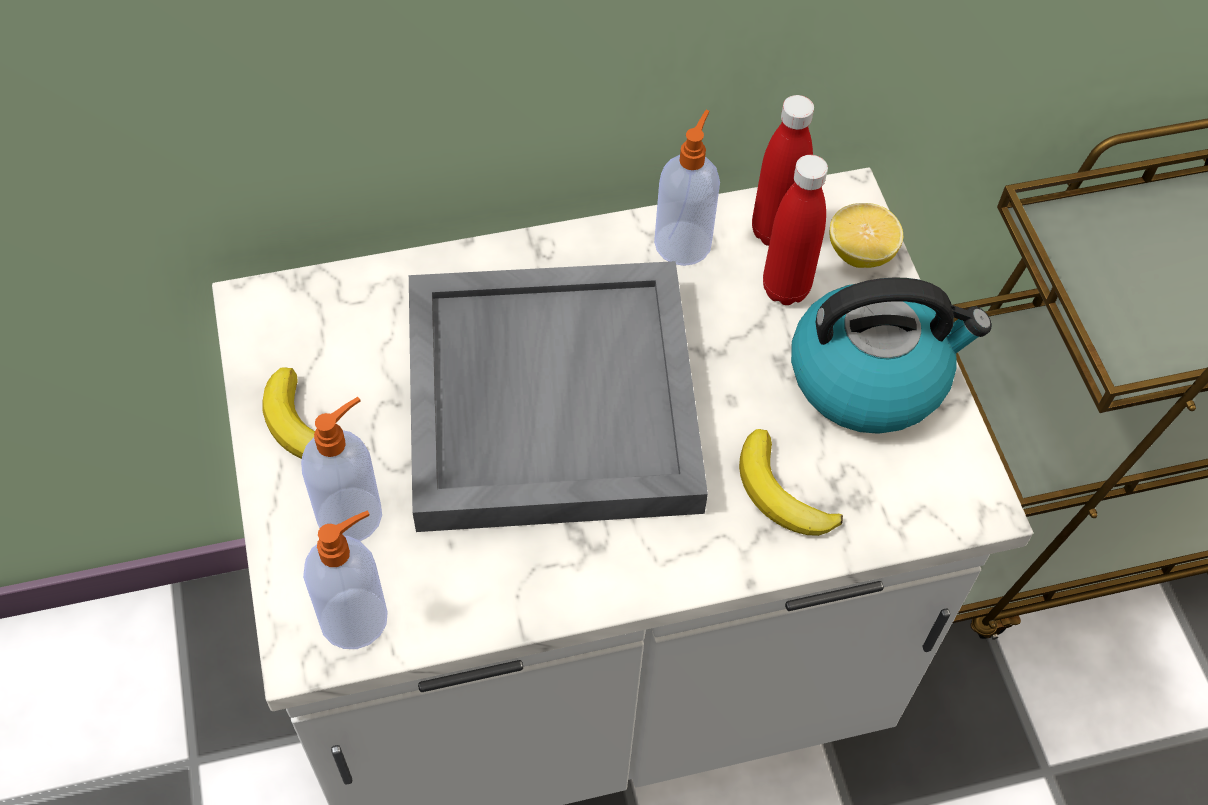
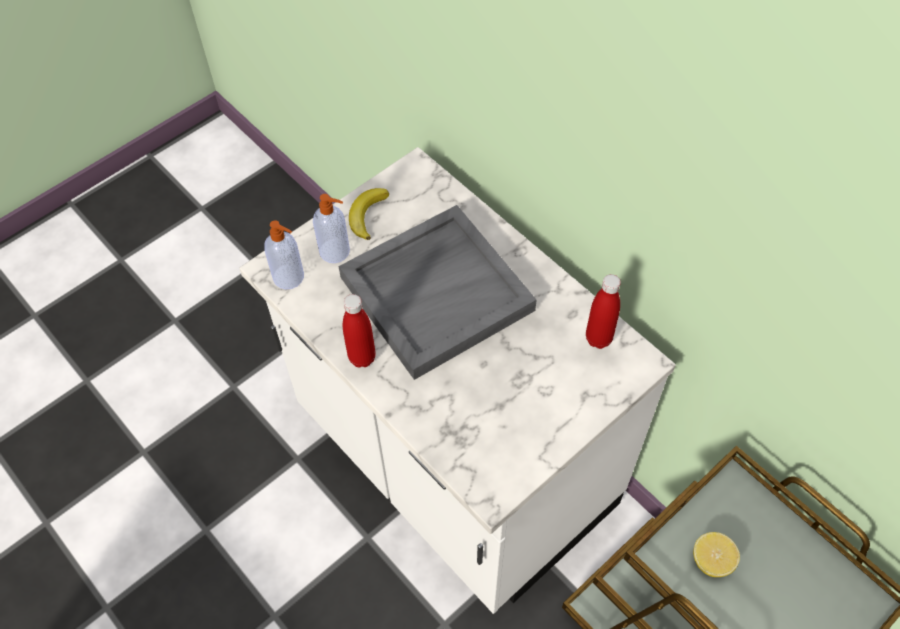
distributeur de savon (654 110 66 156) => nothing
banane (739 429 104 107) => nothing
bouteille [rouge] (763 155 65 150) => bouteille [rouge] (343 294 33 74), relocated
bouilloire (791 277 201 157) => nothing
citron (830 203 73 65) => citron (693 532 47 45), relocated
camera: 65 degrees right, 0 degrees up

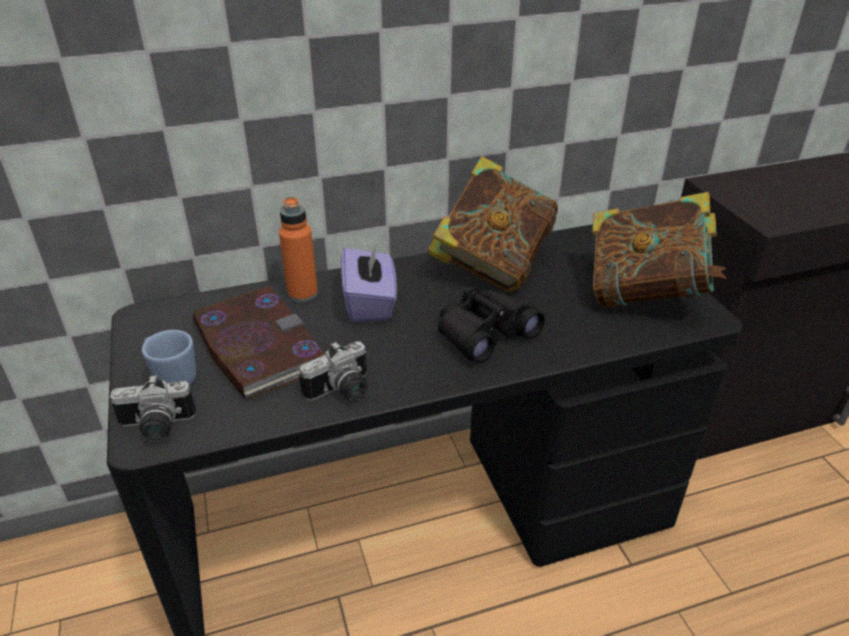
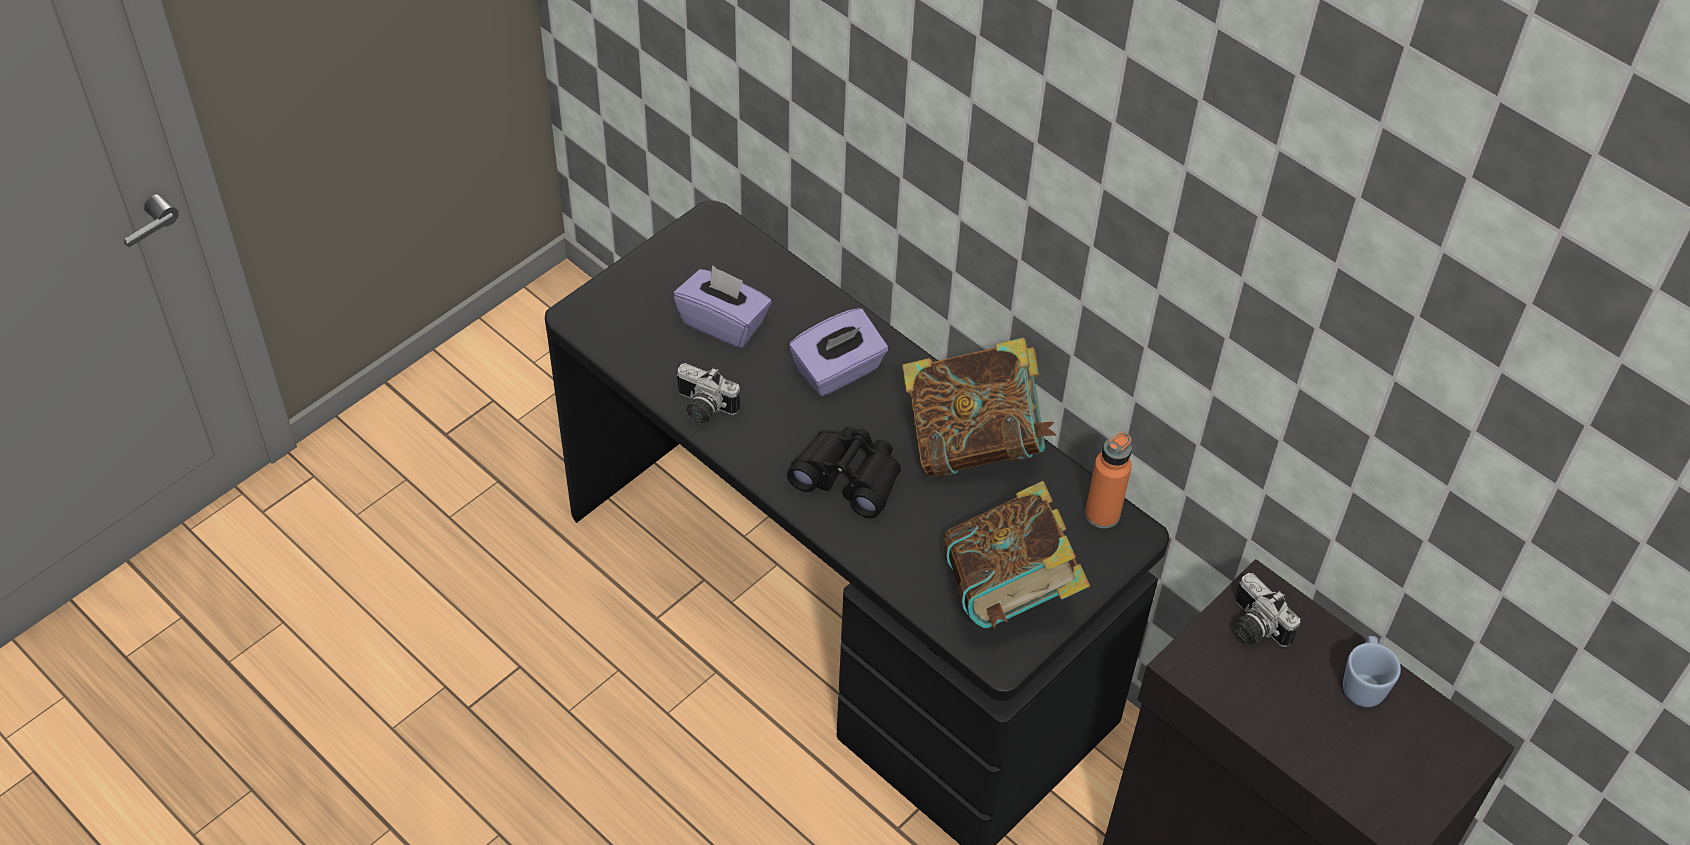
appareil photo (110 375 86 67) => appareil photo (1234 573 66 74), relocated
mug [bleu] (142 330 54 55) => mug [bleu] (1343 636 58 71), relocated
livre (193 286 132 114) => boîte à mouchoirs [violet] (673 265 98 83)
bouteille [orange] (279 197 39 105) => bouteille [orange] (1085 432 47 97), relocated
camera: 60 degrees right, 15 degrees up

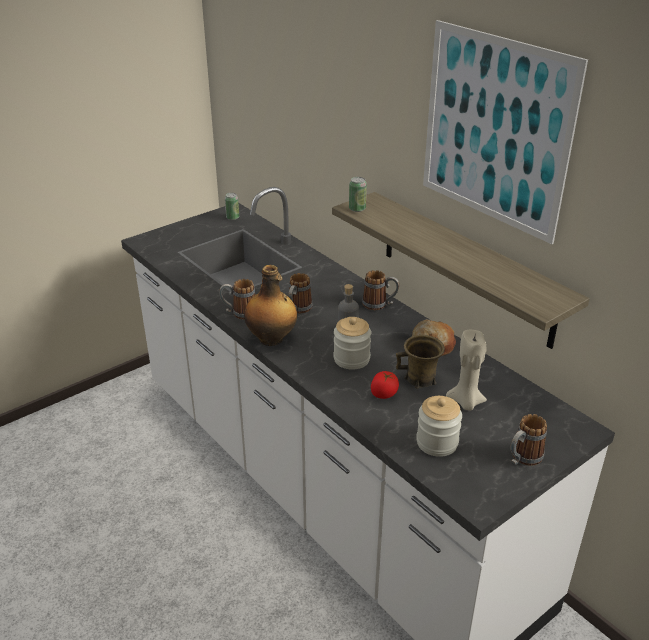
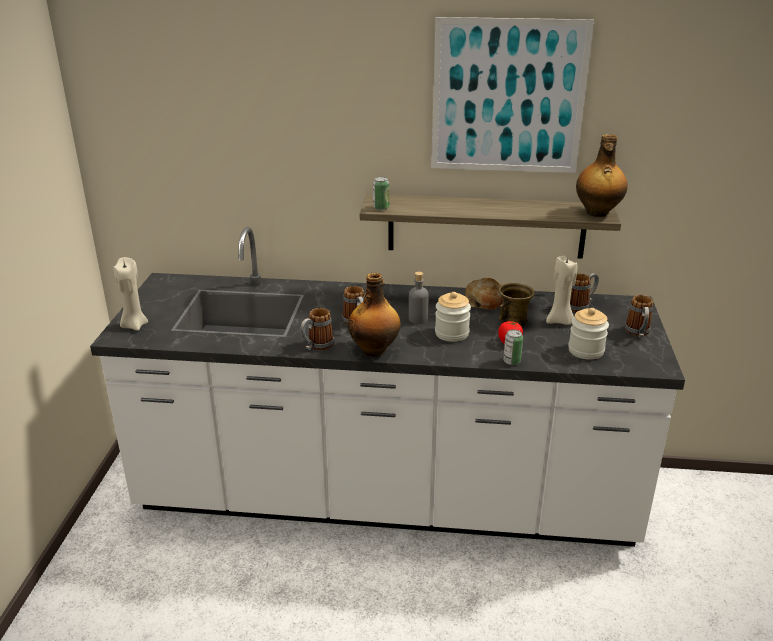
boîte métallique (225 193 14 27) => boîte métallique (503 329 20 36), relocated
mug (362 270 37 40) => mug (570 273 29 39), relocated
nothing => bougie [beige] (114 257 34 74)
nothing => bouteille (576 134 51 83)
camera: 45 degrees left, 5 degrees down

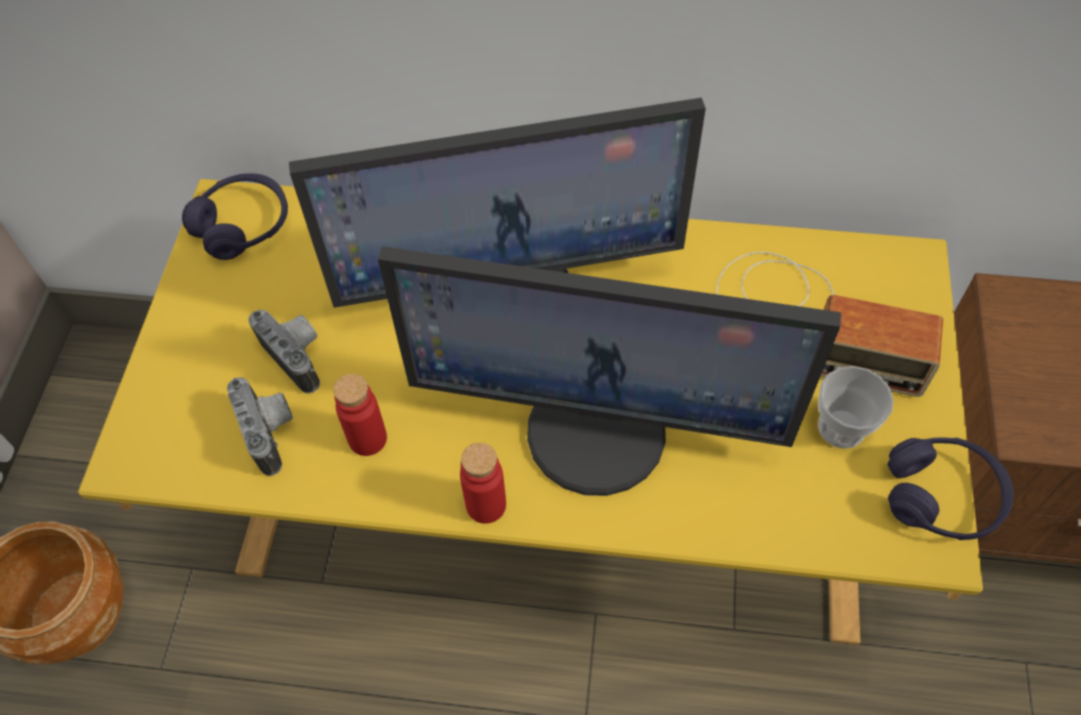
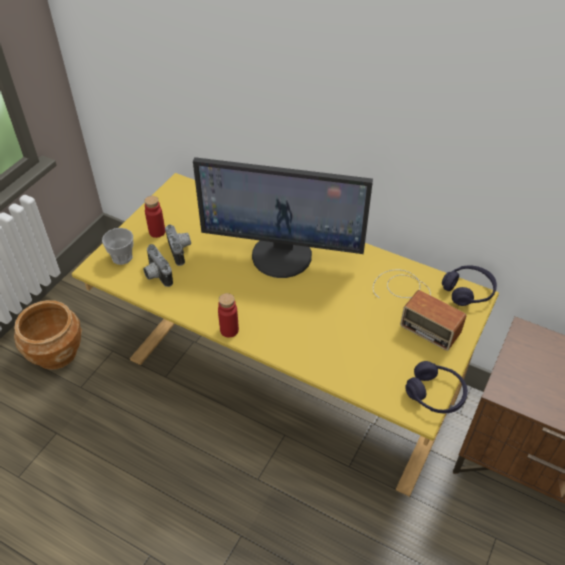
casque audio [violet] (182 173 106 87) => casque audio [violet] (442 266 55 40), relocated
appareil photo (227 377 66 99) => appareil photo (143 244 30 43), 150 degrees clockwise
bouteille [rouge] (333 374 54 82) => bouteille [rouge] (144 196 21 42), relocated
écran d'ordinateur (378 246 463 250) => nothing
tasse (818 366 76 83) => tasse (102 228 31 37), relocated
camera: 20 degrees right, 10 degrees down

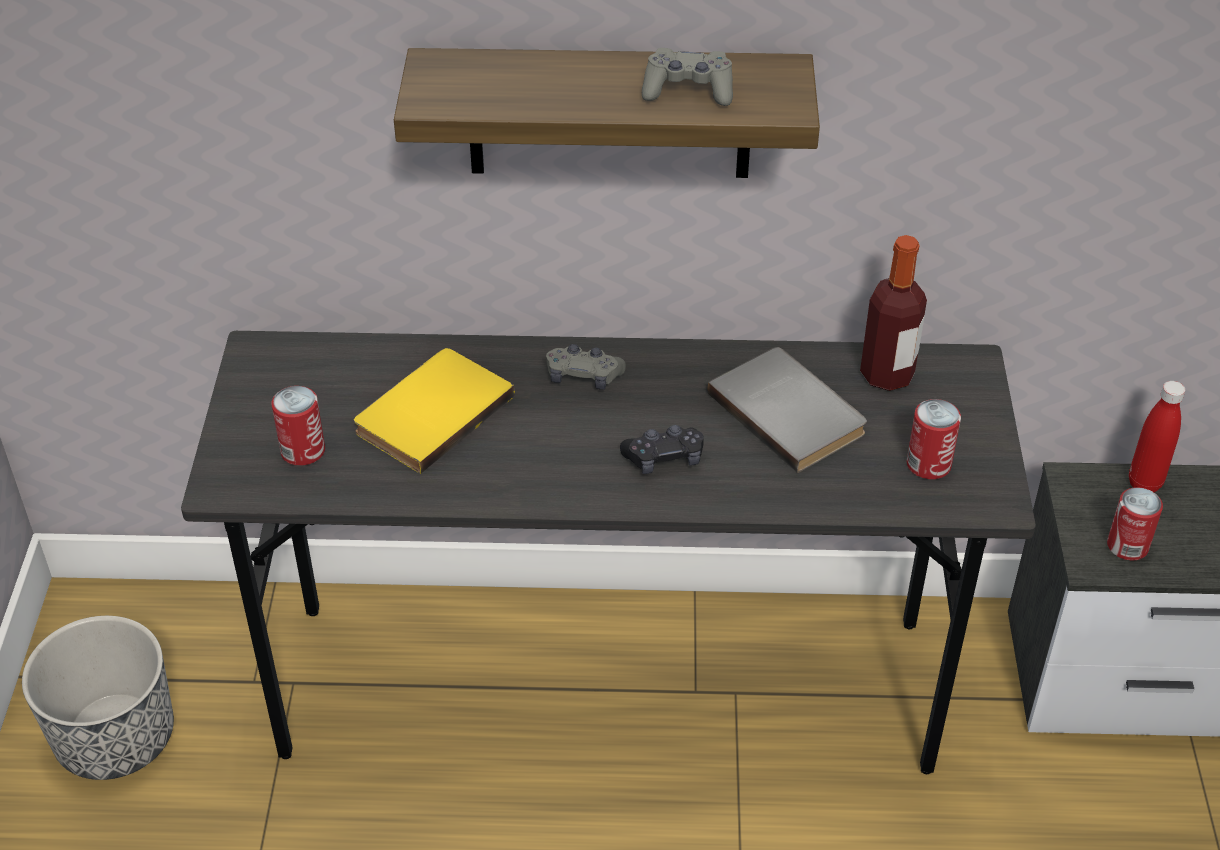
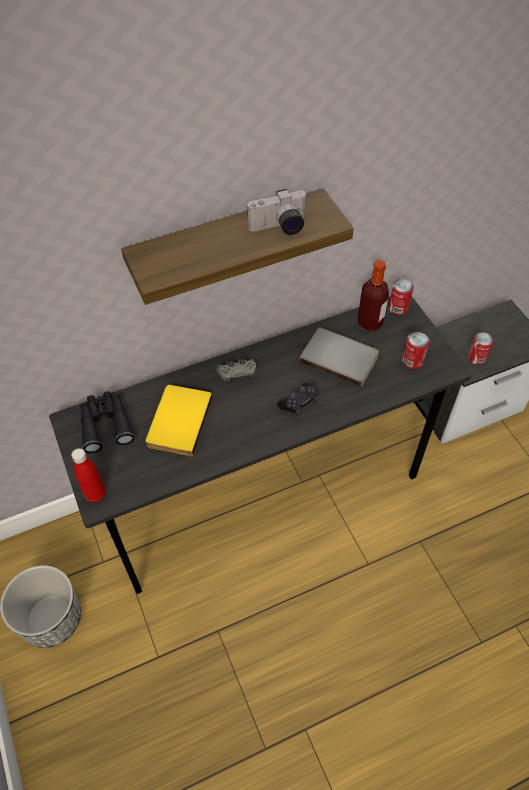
boîte métallique (271 386 54 80) => boîte métallique (389 279 25 36), relocated
manette [gris] (642 48 91 58) => appareil photo (247 189 60 46)
bouteille [rouge] (1129 381 56 111) => bouteille [rouge] (71 448 34 55), relocated
nothing => jumelles [noir] (80 391 54 63)
camera: 25 degrees left, 10 degrees up

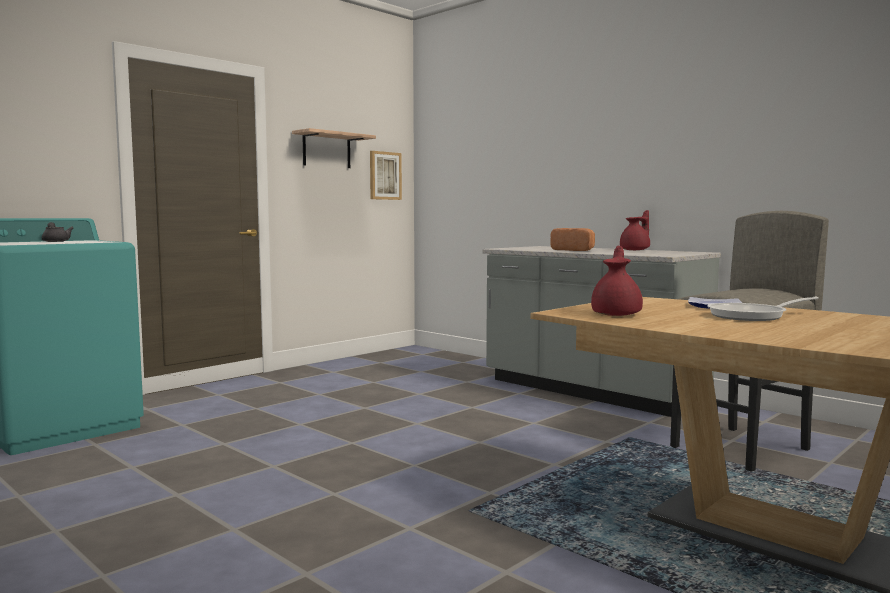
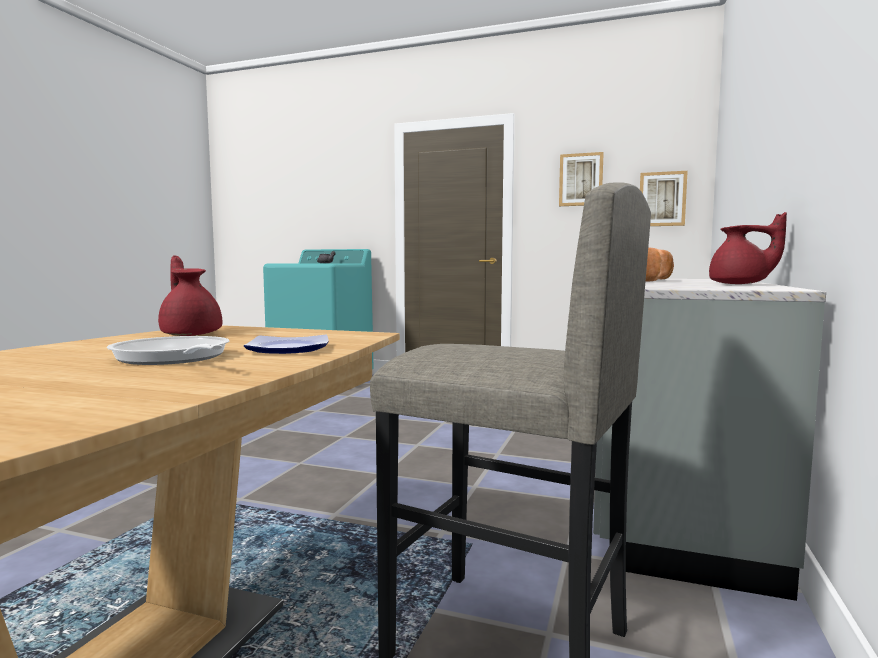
étagère (292 128 84 40) => tableau (559 152 45 54)
théière [rouge] (591 246 52 70) => théière [rouge] (158 255 64 81), 120 degrees counterclockwise
camera: 65 degrees right, 0 degrees up

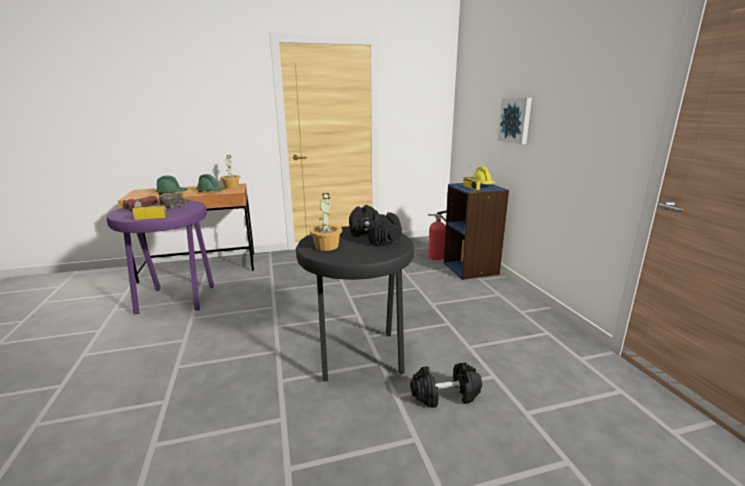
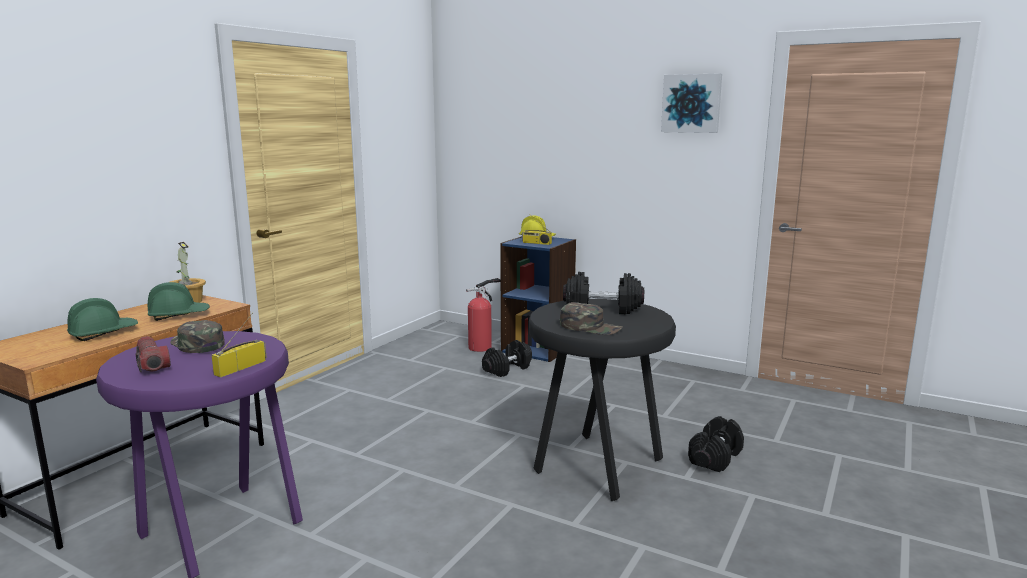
plante en pot (310 193 32 58) => casquette [vert] (560 302 63 33)
tableau (498 98 34 46) => tableau (661 73 61 60), relocated
nothing => haltère [noir] (482 340 50 37)
camera: 45 degrees left, 5 degrees down

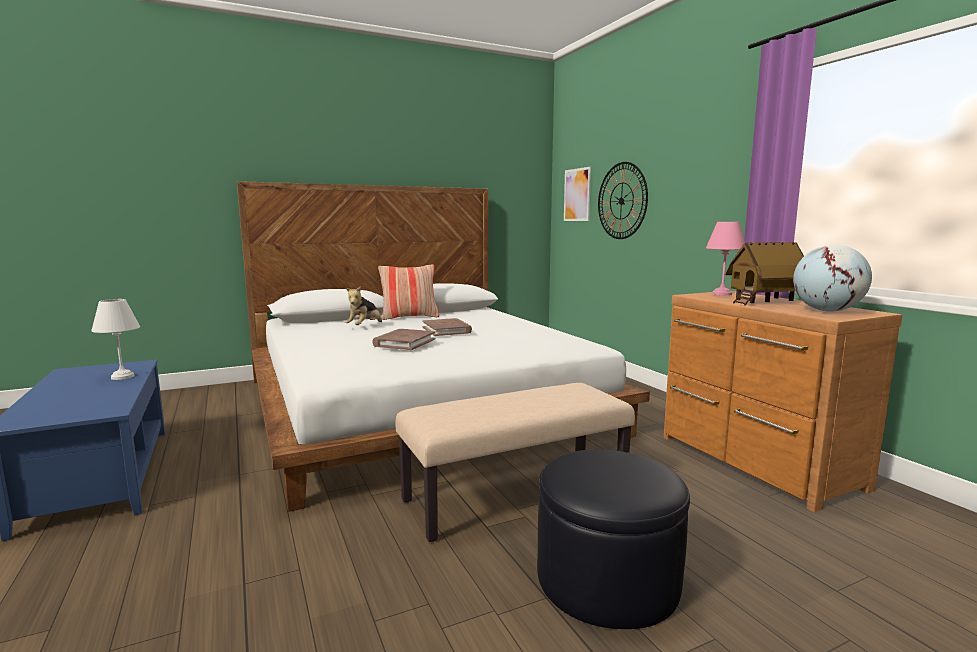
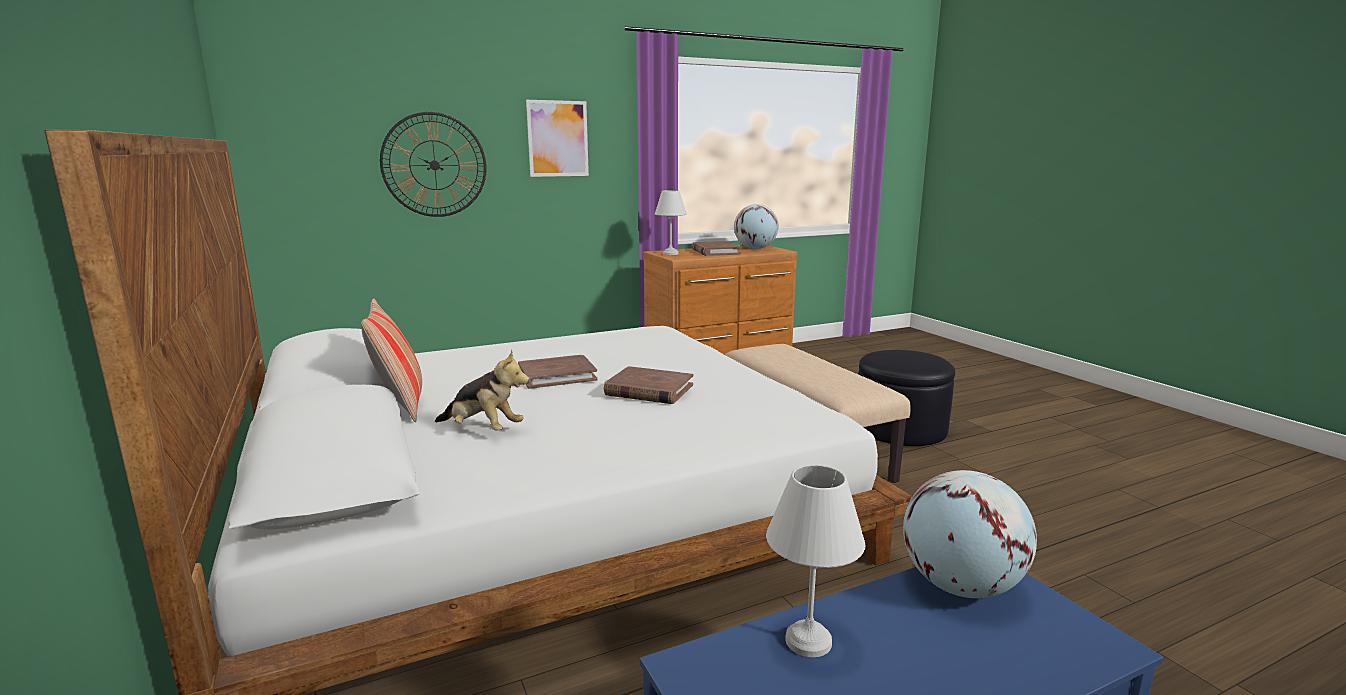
tableau (564 167 27 54) => tableau (526 100 63 77), relocated
lampe de table [rose] (706 222 39 74) => lampe de table [blanc] (655 190 32 65)
maison miniature (725 242 79 64) => livre [marron] (691 241 51 15)
nothing => globe (903 470 134 128)
camera: 90 degrees left, 5 degrees up

